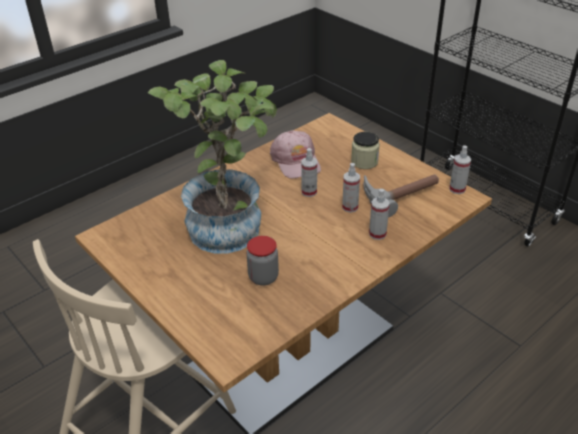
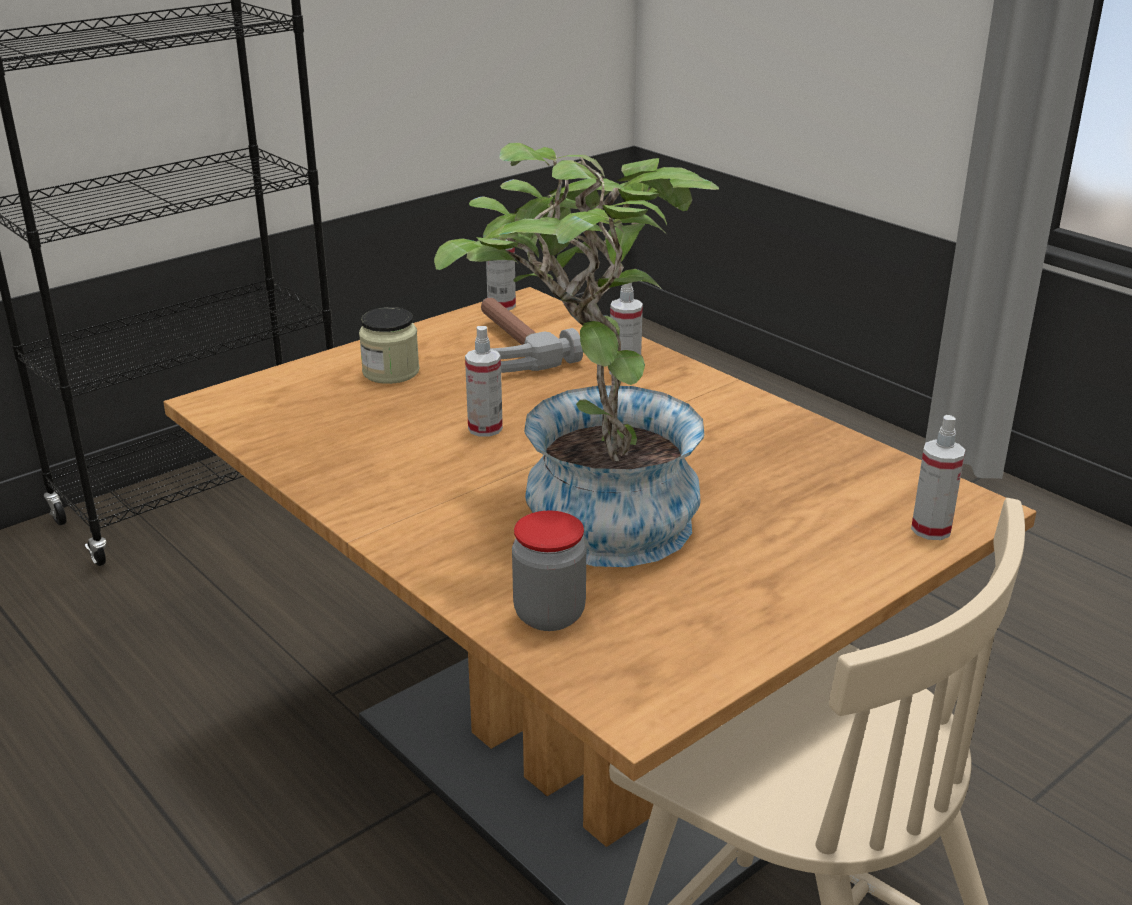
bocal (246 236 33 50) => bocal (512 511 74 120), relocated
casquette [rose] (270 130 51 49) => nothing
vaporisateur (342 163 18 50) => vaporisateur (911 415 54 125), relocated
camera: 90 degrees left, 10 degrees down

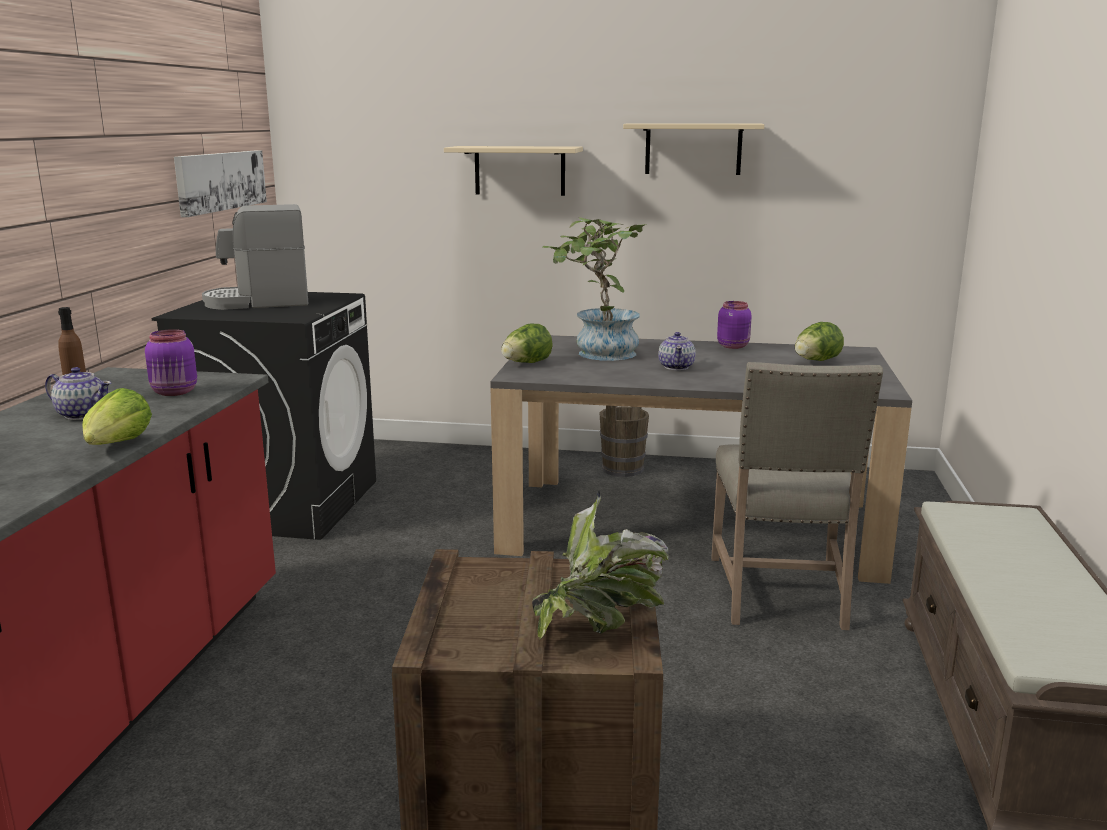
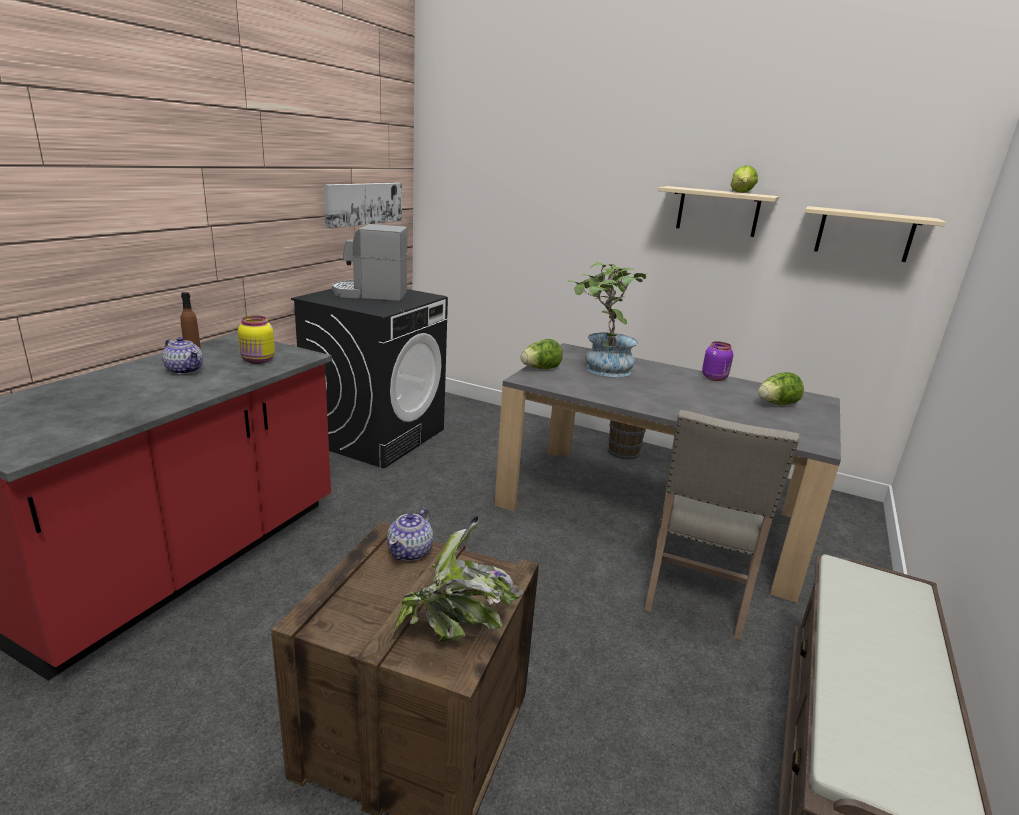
laitue (82 388 70 57) => laitue (730 165 28 28), relocated
bocal [violet] (145 329 52 67) => bocal [jaune] (238 316 37 48)
étagère [beige] (444 146 139 50) => étagère [beige] (805 206 141 56), relocated
théière (658 332 38 38) => théière (387 508 46 53), relocated
camera: 15 degrees right, 5 degrees up

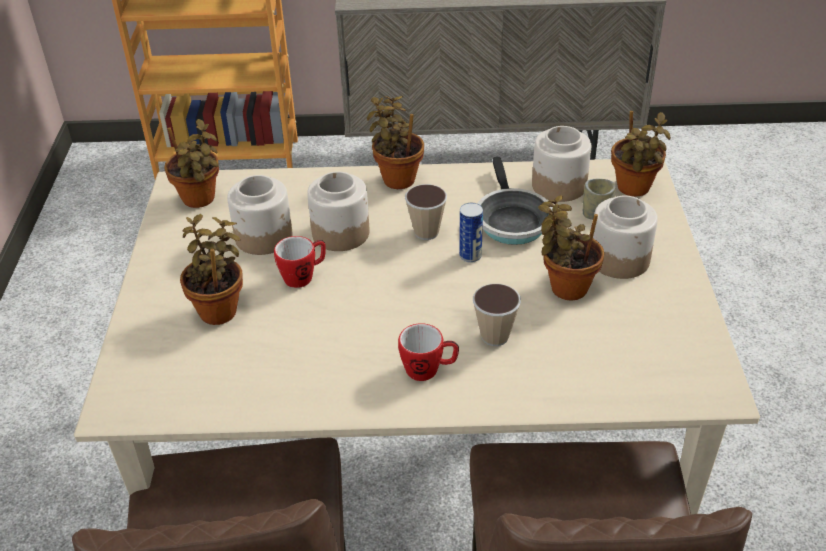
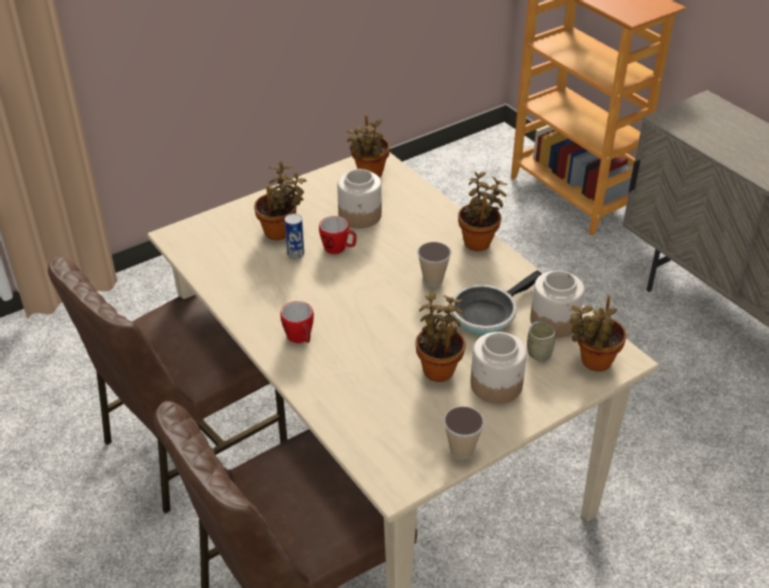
bocal (307 171 63 80) => nothing
boîte métallique (459 203 24 60) => boîte métallique (285 214 19 45), relocated
tasse (473 284 48 62) => tasse (443 406 42 53), relocated
camera: 55 degrees right, 0 degrees up

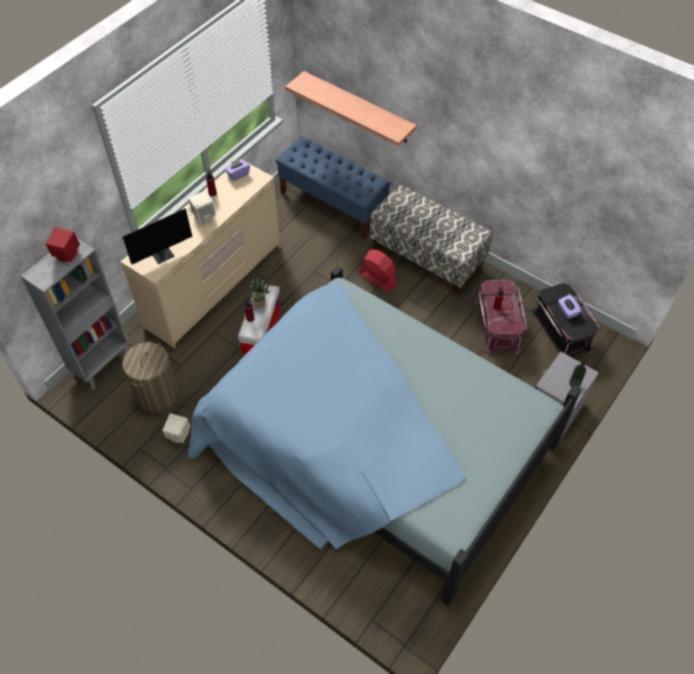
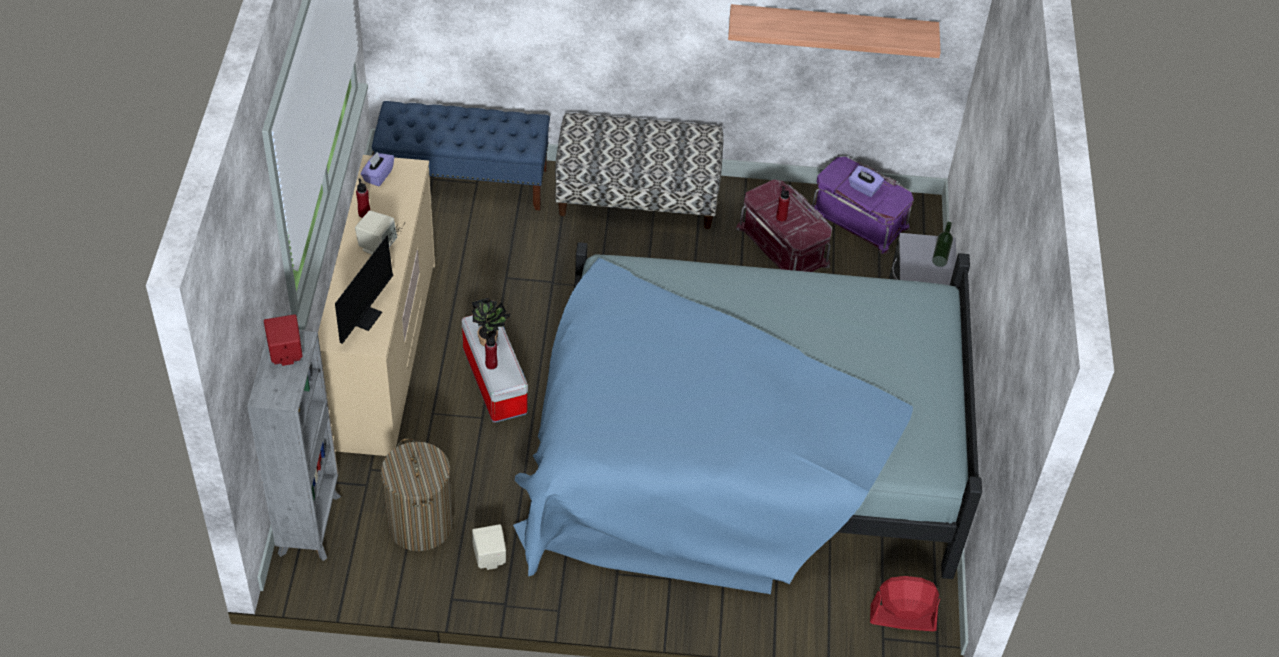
étagère (285 71 132 75) => étagère (728 4 213 54), relocated
ventilateur [rouge] (359 249 38 43) => ventilateur [rouge] (870 576 70 55), relocated
boîte de rangement [noir] (530 283 69 74) => boîte de rangement [violet] (809 157 105 97)
camera: 35 degrees left, 5 degrees down

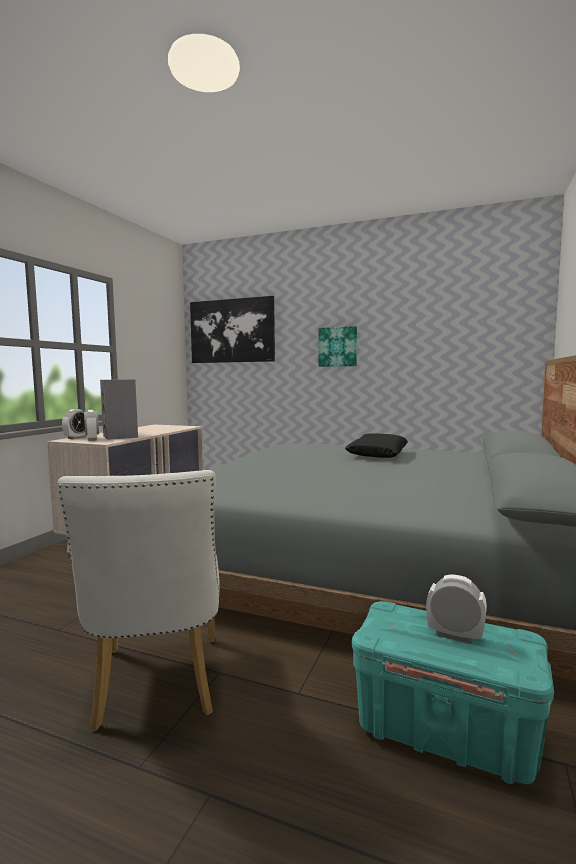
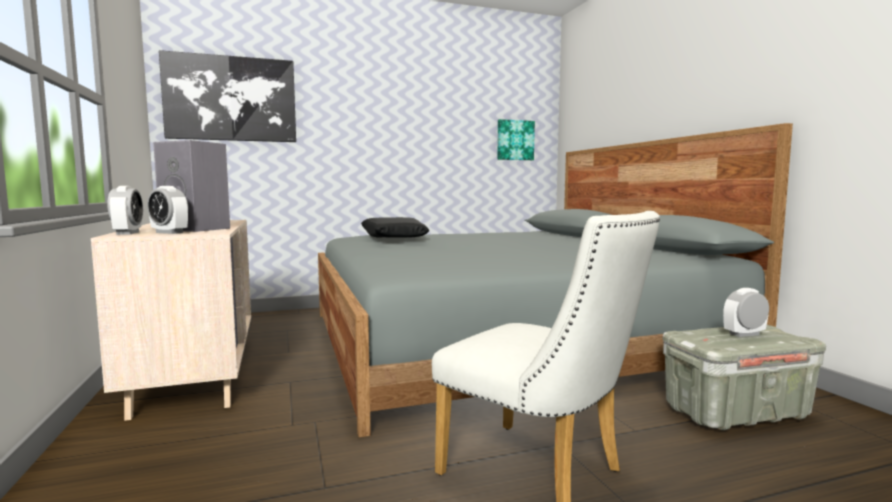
tableau (318 326 39 41) => tableau (497 119 38 41), relocated
coussin [noir] (345 433 63 25) => coussin [noir] (361 217 69 21), relocated
boîte de rangement [turquoise] (352 601 202 183) => boîte de rangement [gris] (663 325 163 105)
camera: 40 degrees left, 0 degrees up

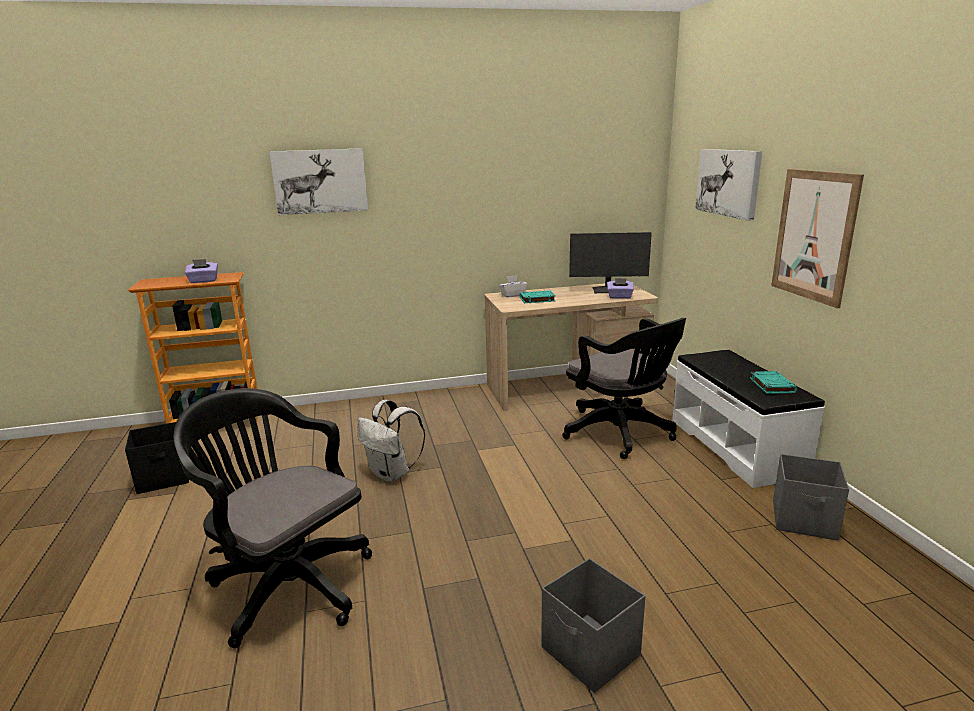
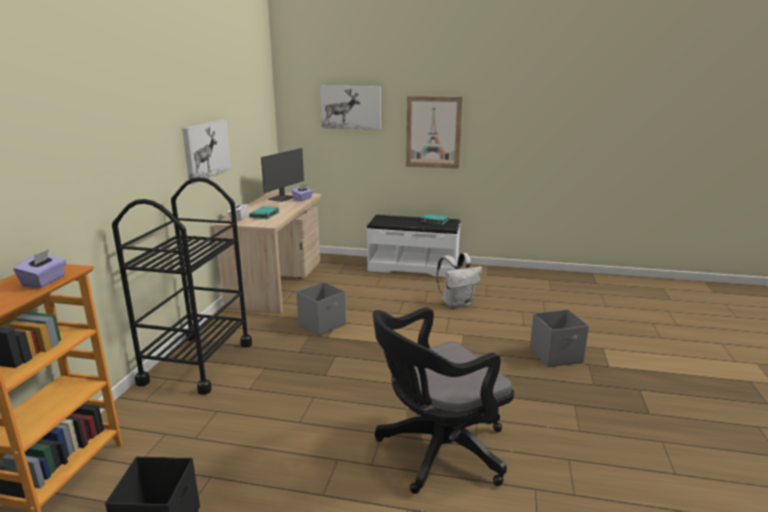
tableau (270 148 98 67) => tableau (182 120 50 64), relocated
sac à dos [blanc] (358 400 67 82) => sac à dos [blanc] (437 253 45 56), relocated
chaise de bureau [noir] (562 318 124 141) => nothing
boîte de rangement [gris] (773 454 76 87) => boîte de rangement [gris] (296 282 50 54), relocated
nothing => chariot [noir] (112 177 140 218)
camera: 65 degrees left, 0 degrees up

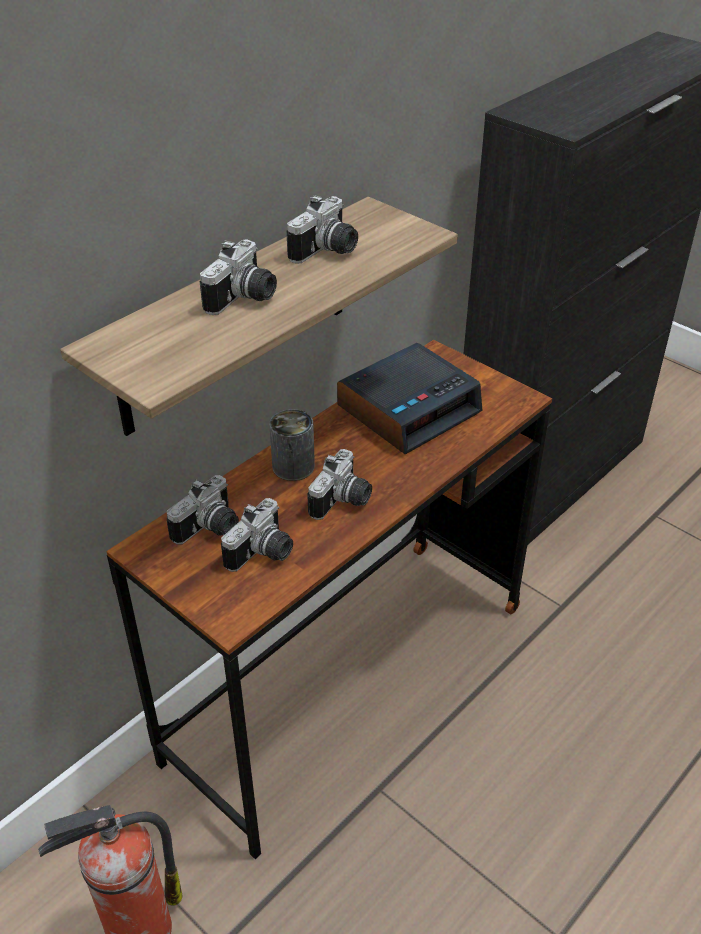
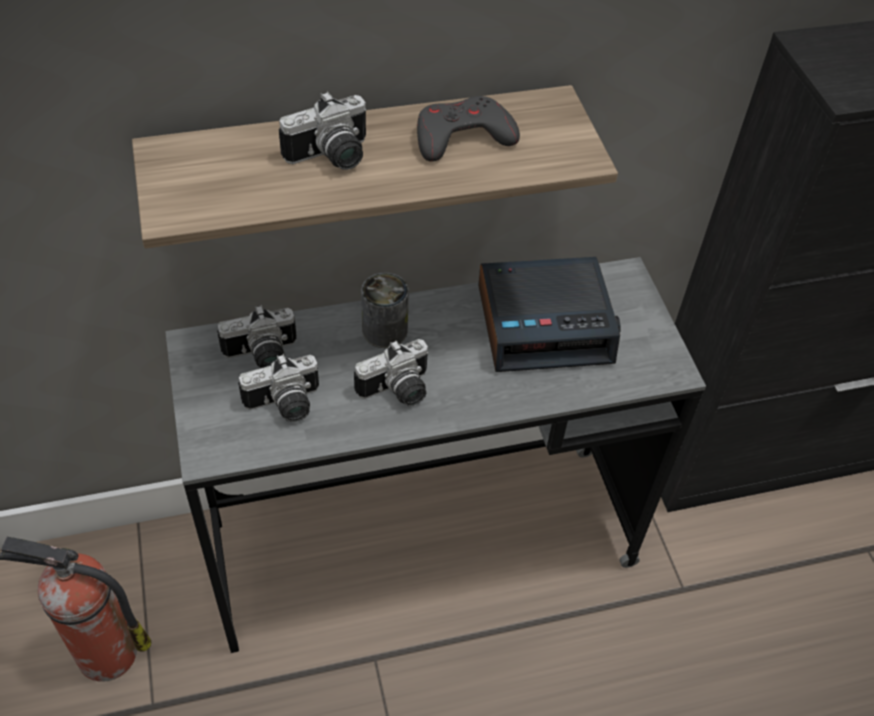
bureau [marron] (106 340 446 519) => bureau [gris] (165 257 541 396)
appareil photo (286 195 72 69) => manette [gris] (417 96 103 66)
camera: 30 degrees right, 10 degrees up

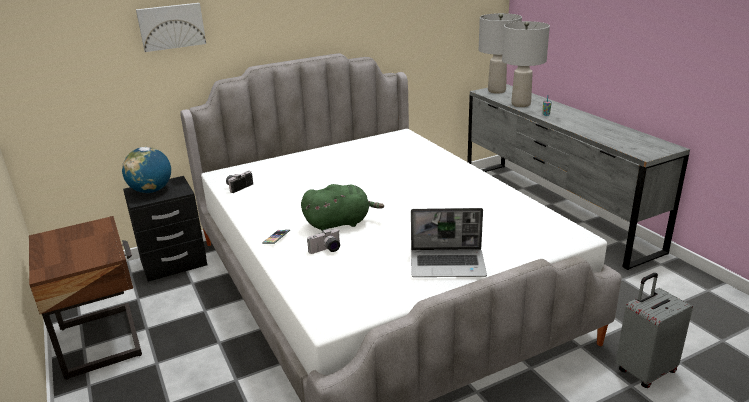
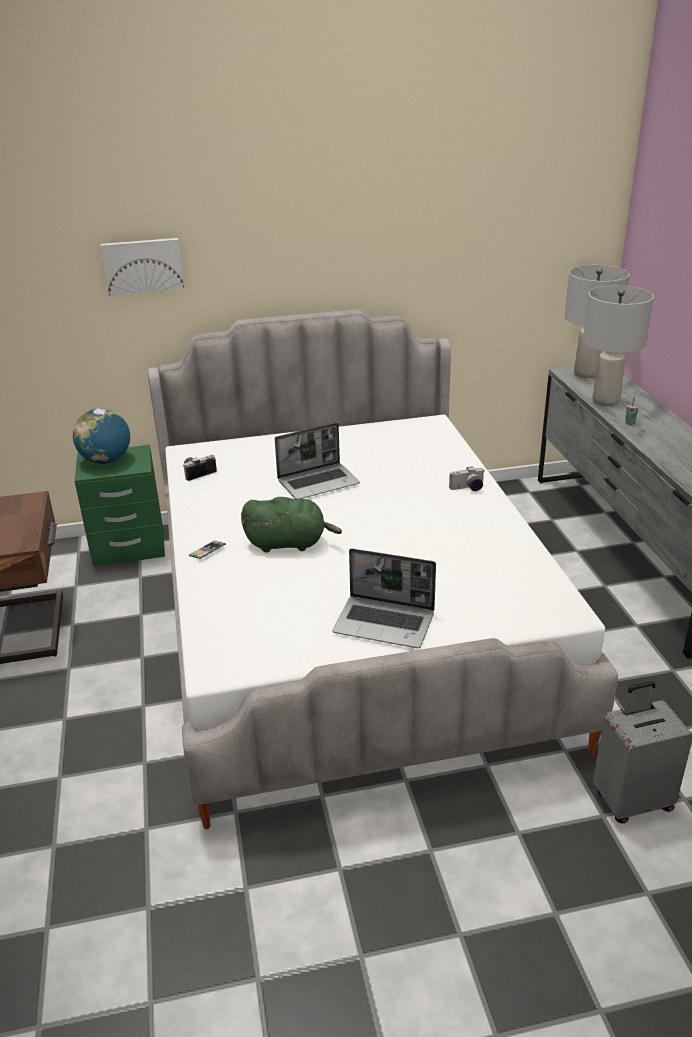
table de chevet [noir] (123 176 84 106) => table de chevet [vert] (75 445 90 121)
appareil photo (307 229 33 25) => appareil photo (449 466 36 25), relocated
nothing => ordinateur portable (275 423 85 76)
camera: 15 degrees right, 5 degrees up

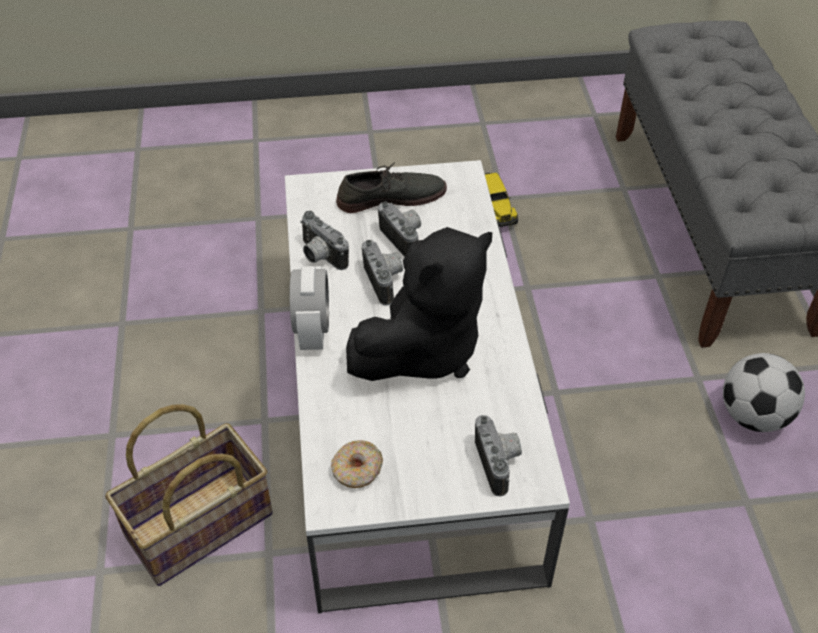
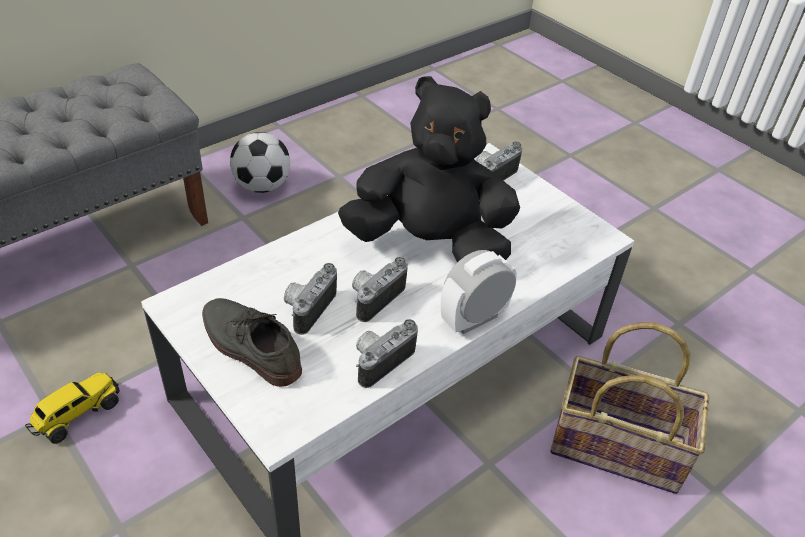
appareil photo (300 211 49 59) => appareil photo (356 319 62 69), 150 degrees counterclockwise
beignet (331 440 52 48) => nothing
camera: 125 degrees left, 5 degrees down

